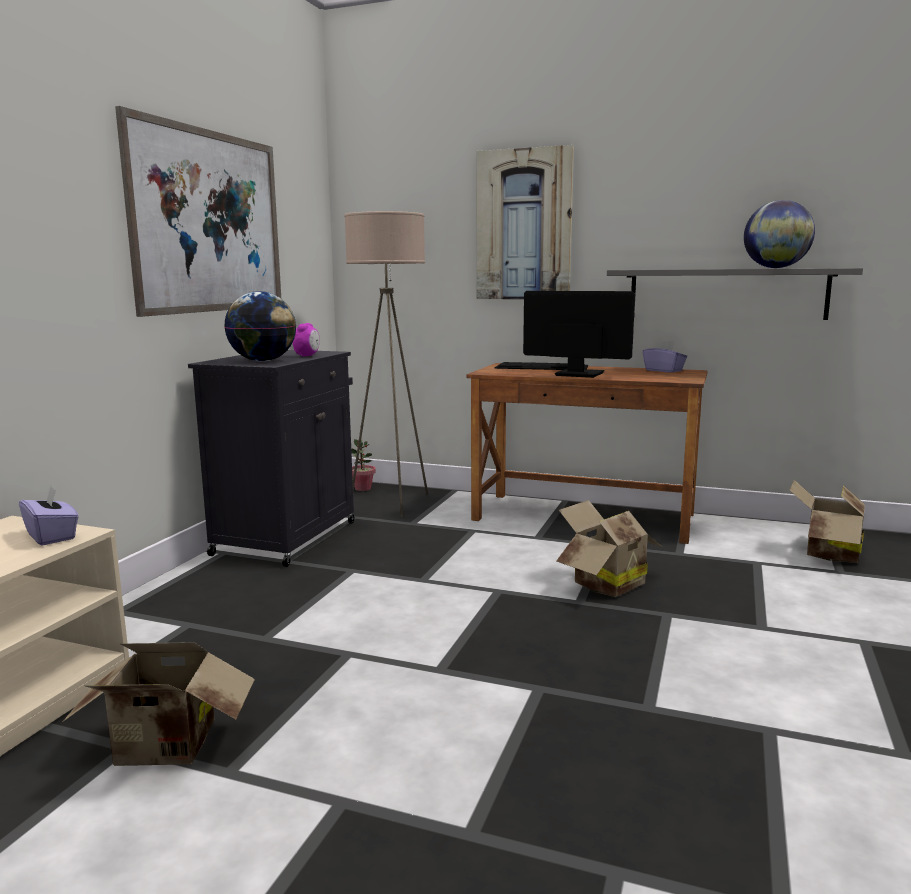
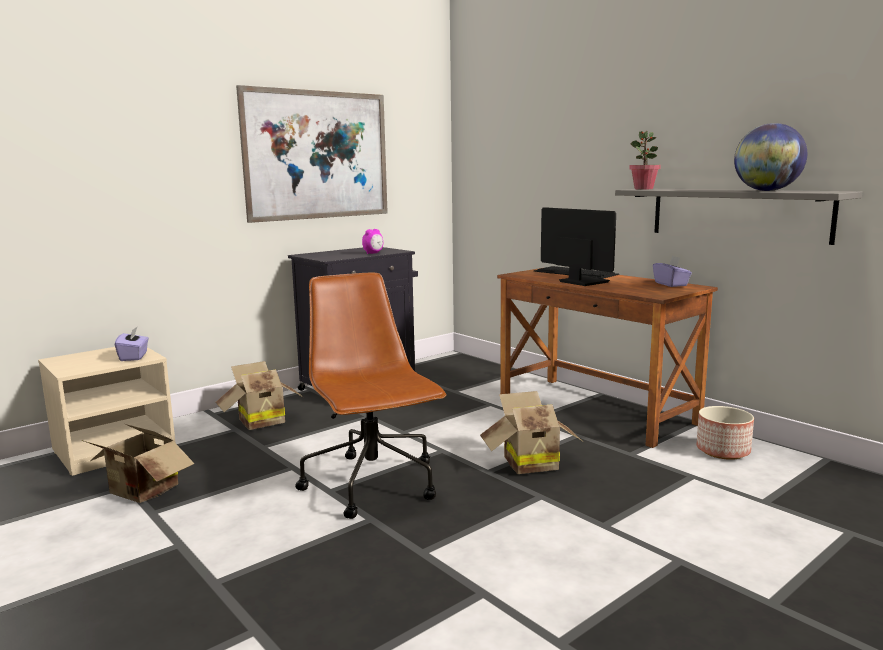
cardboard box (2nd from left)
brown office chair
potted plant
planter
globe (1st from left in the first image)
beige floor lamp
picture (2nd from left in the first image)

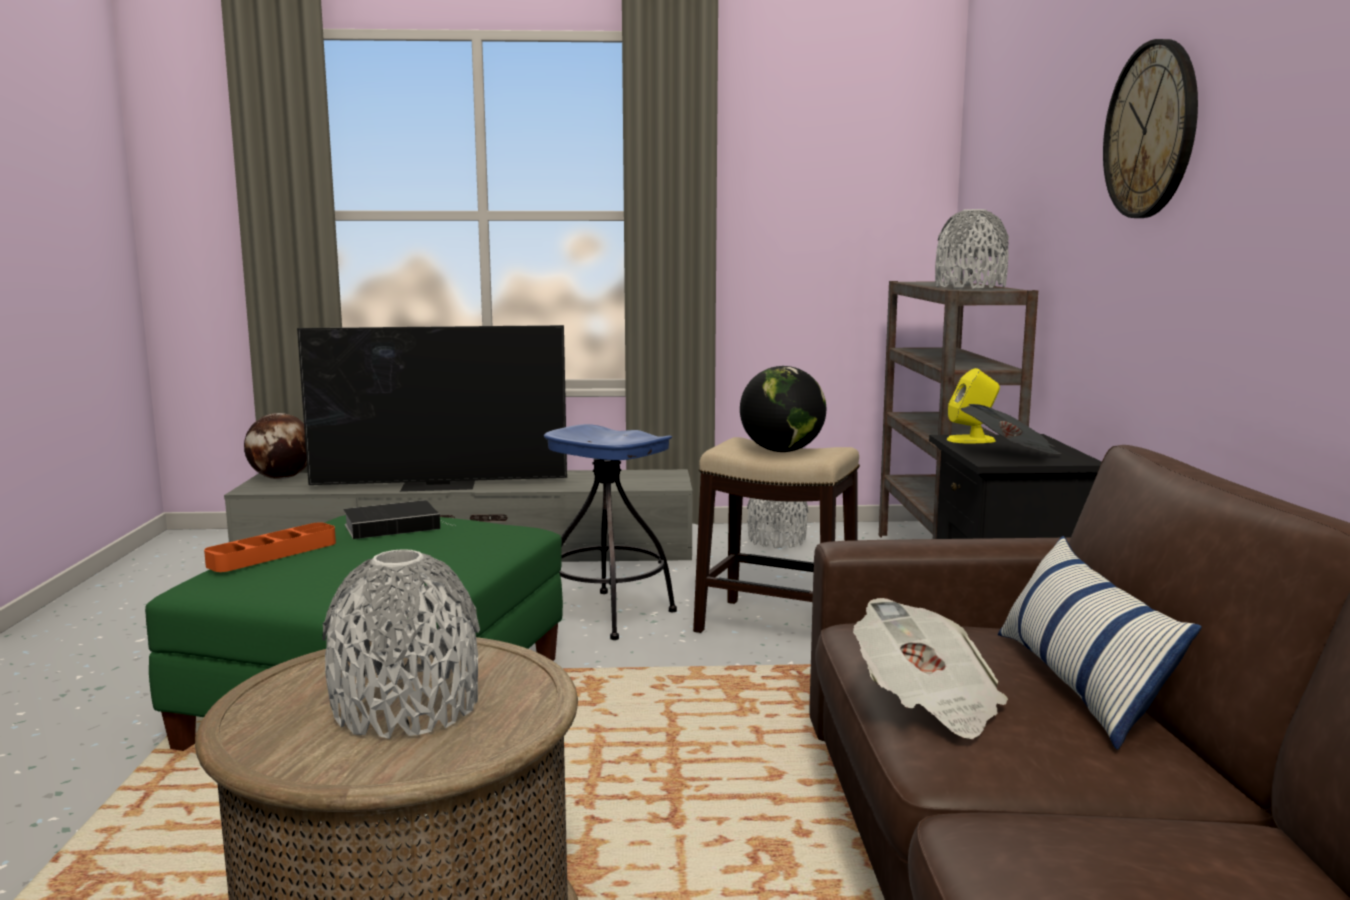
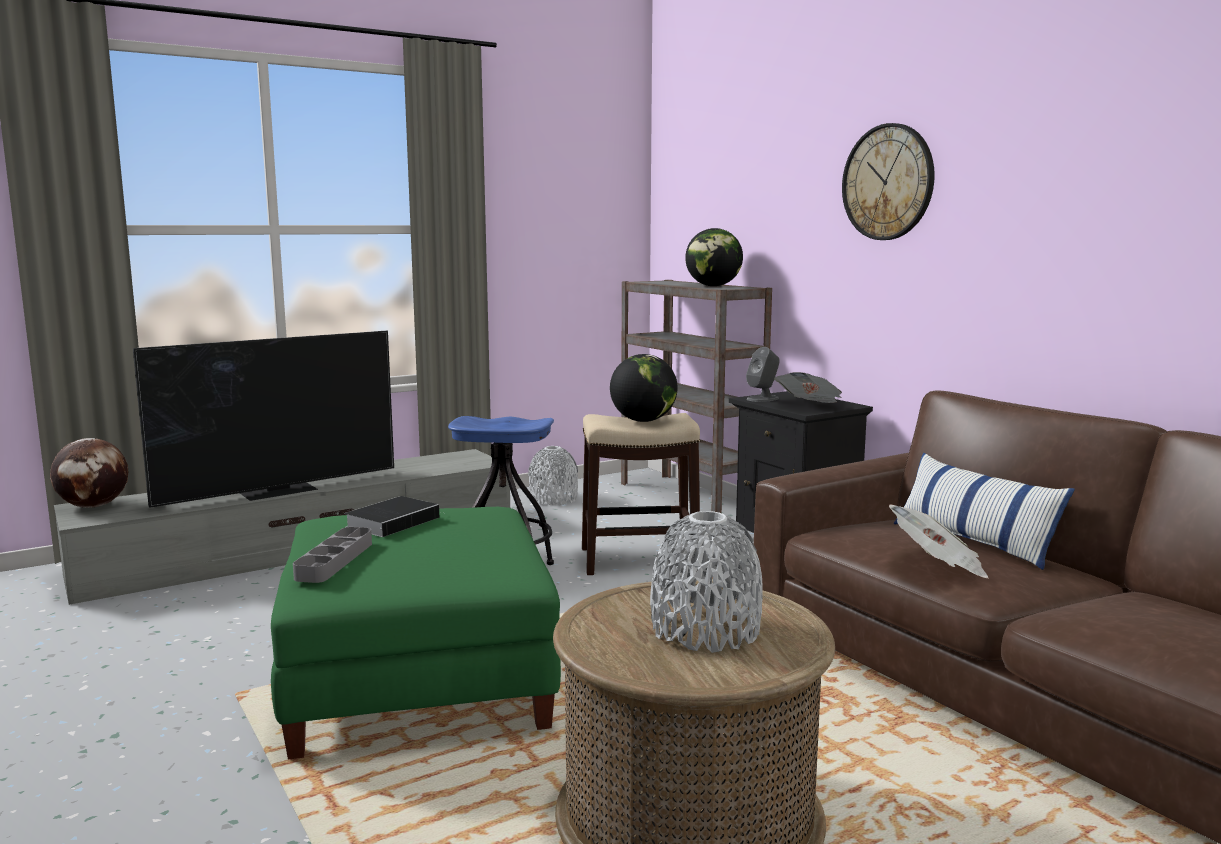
grey tray
globe (3rd from left)
grey speaker

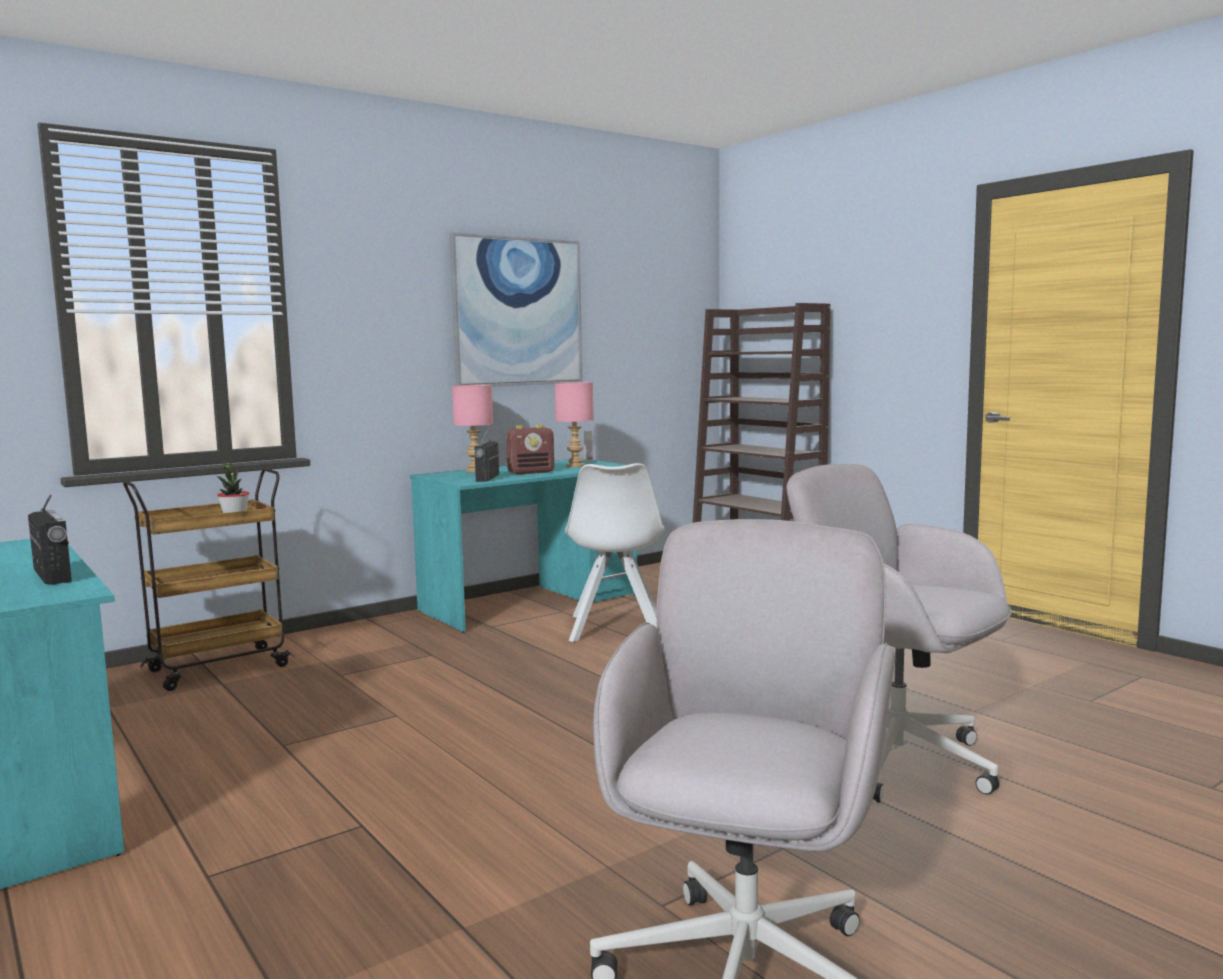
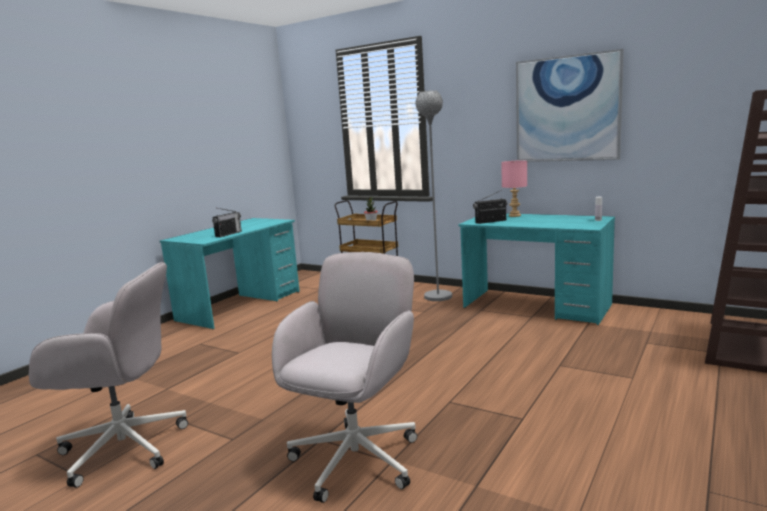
grey floor lamp
radio (3rd from left in the first image)
pink table lamp (2nd from left in the first image)
white chair

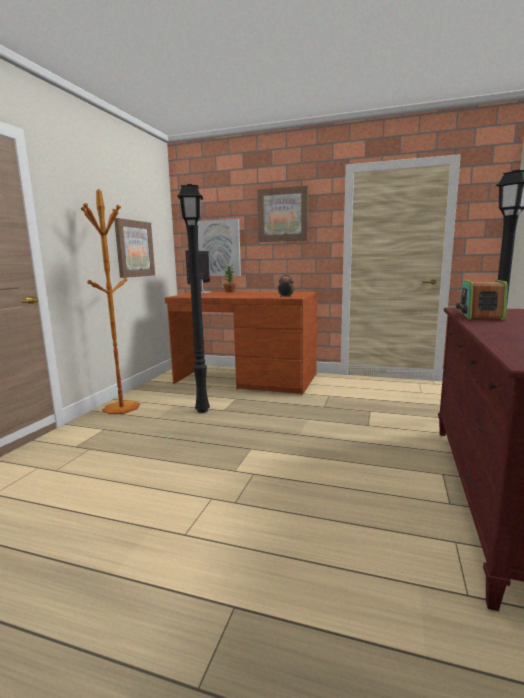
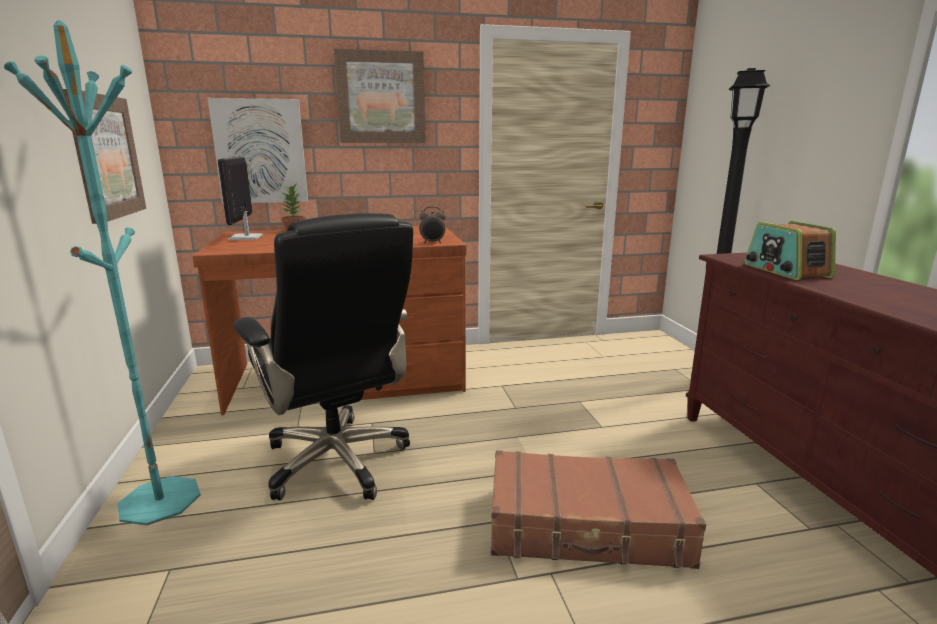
turquoise clothes rack
black office chair
brown suitcase

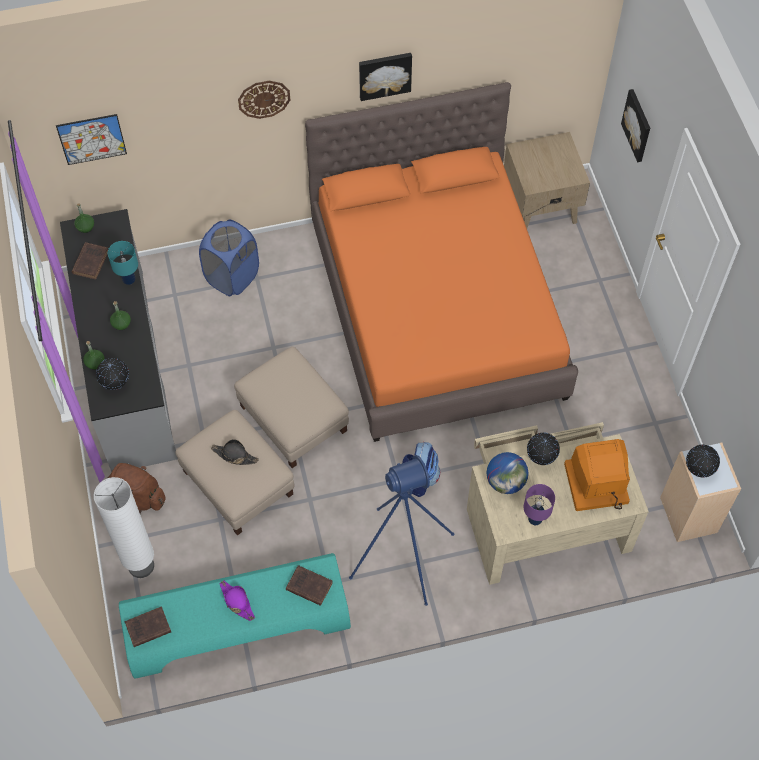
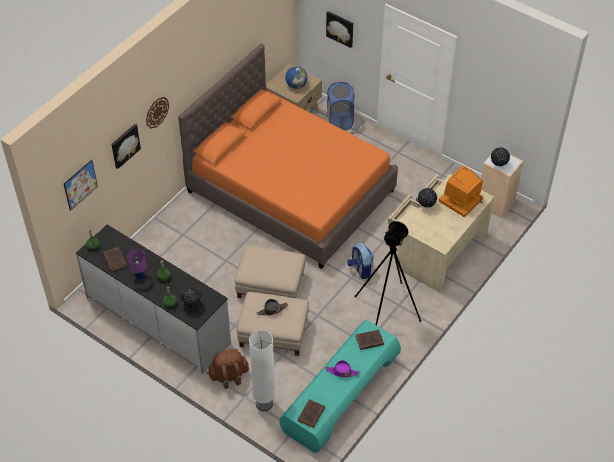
picture (2nd from left)
purple table lamp
globe (2nd from left)
blue laundry basket
black floor lamp
turquoise table lamp

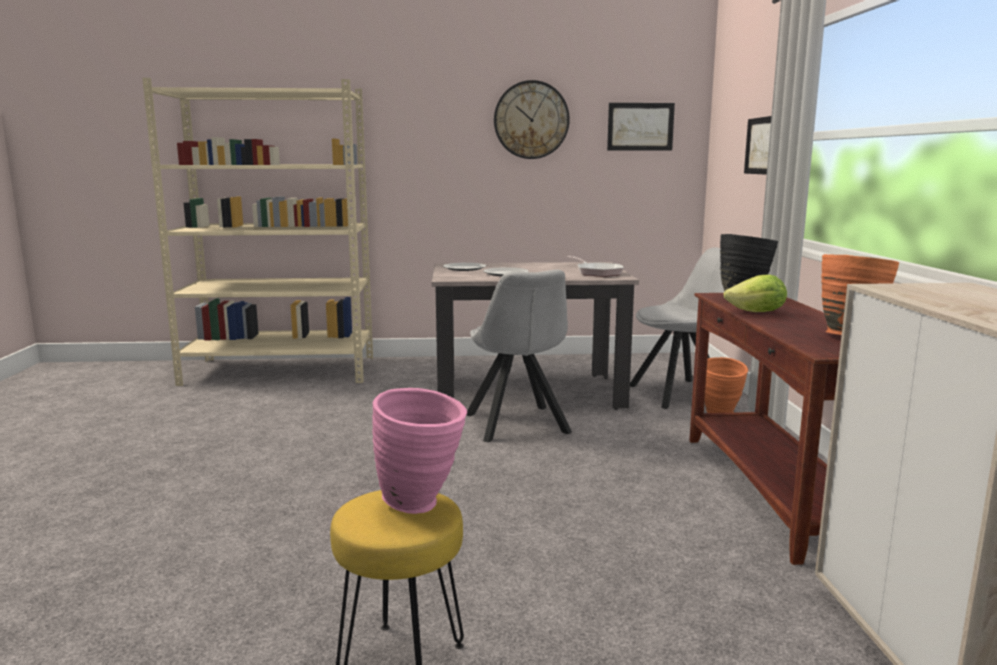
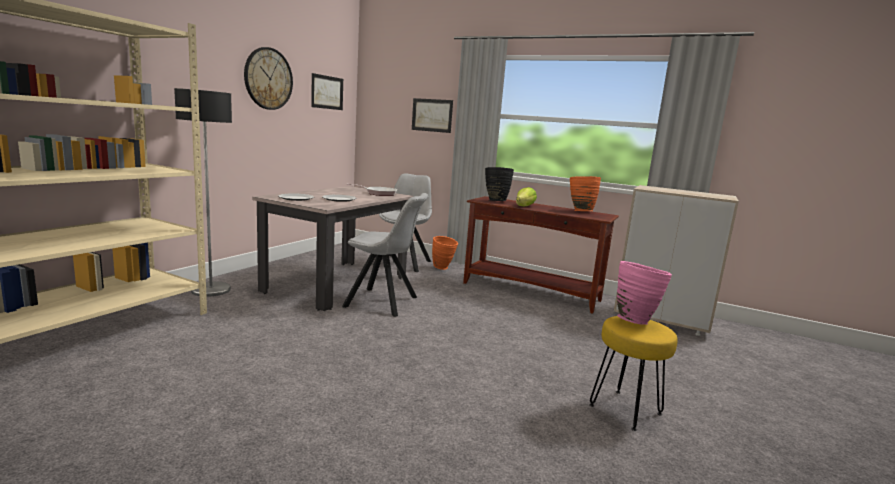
floor lamp

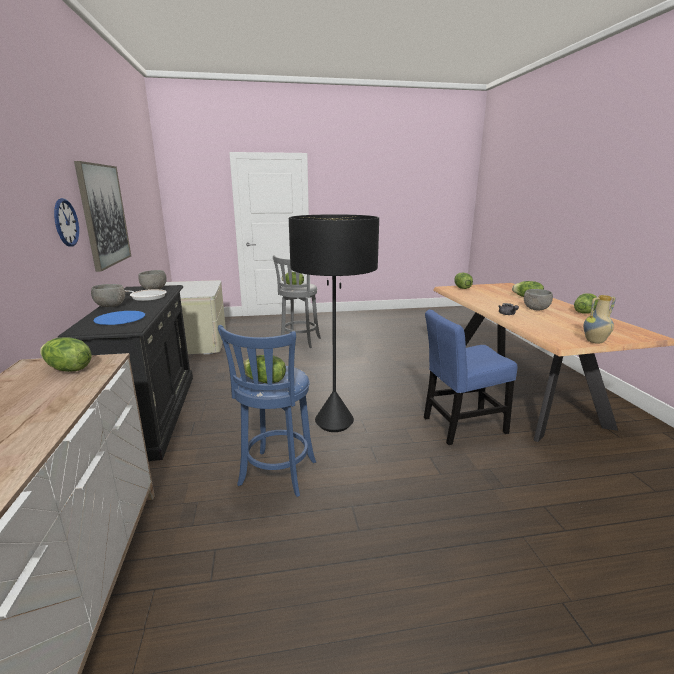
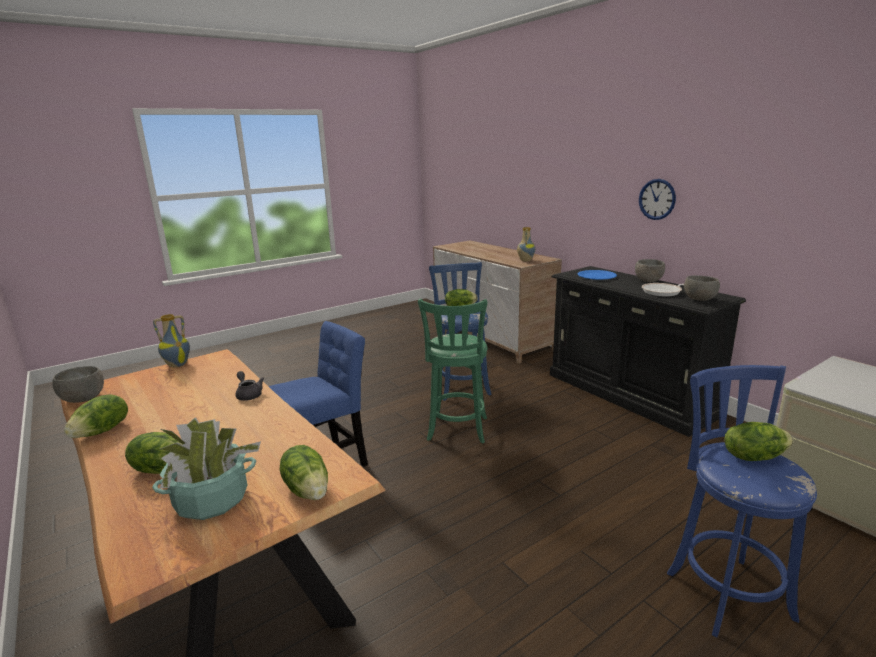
grey bowl (1st from left)
potted plant
green stool
vase (2nd from left)
blue stool (2nd from left)
picture

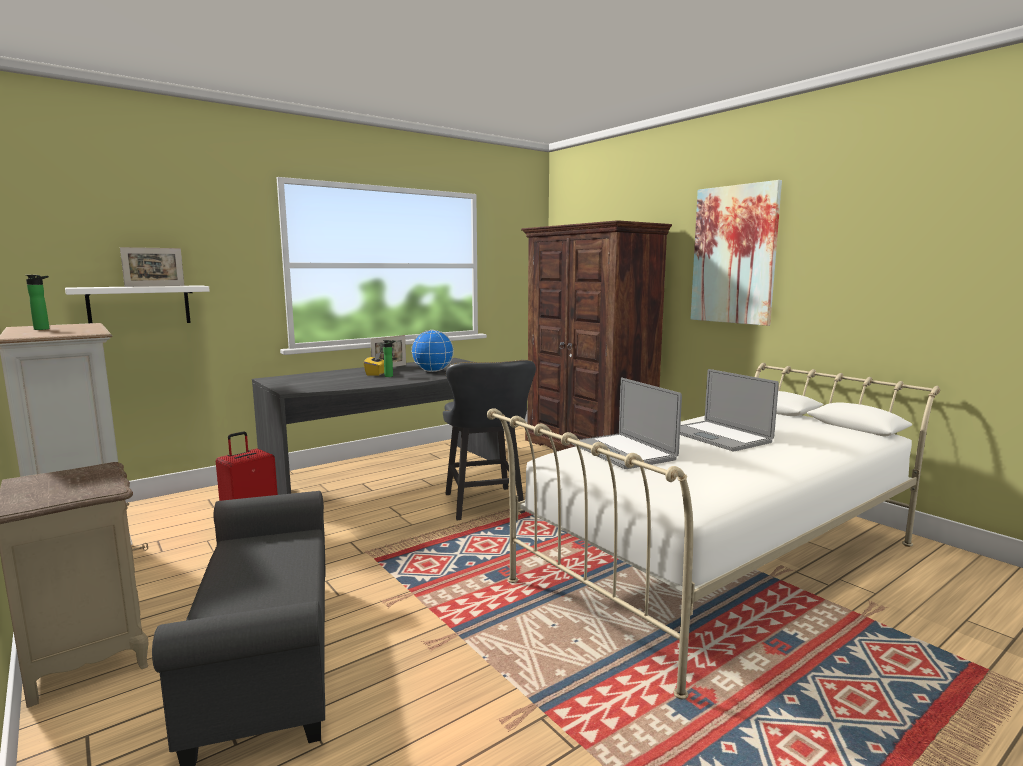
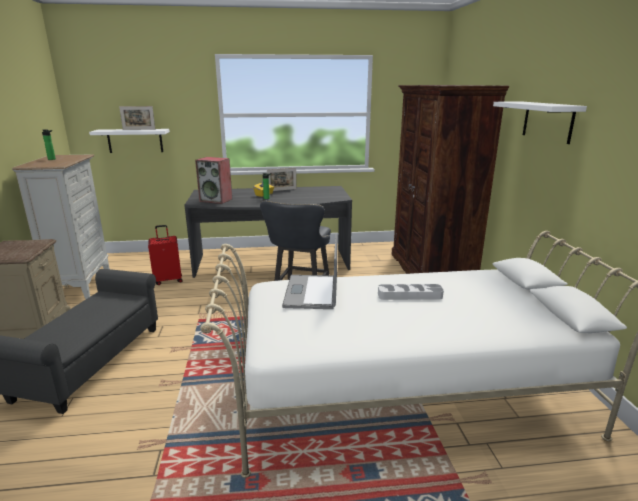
speaker
grey tray
white shelf (2nd from left)
globe

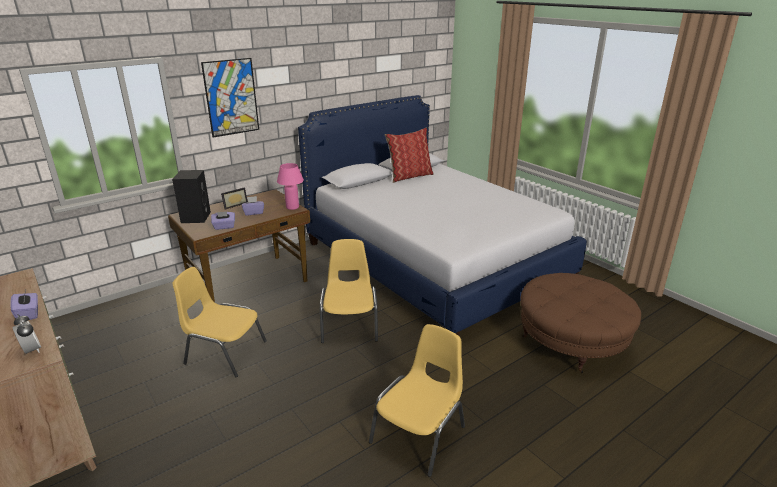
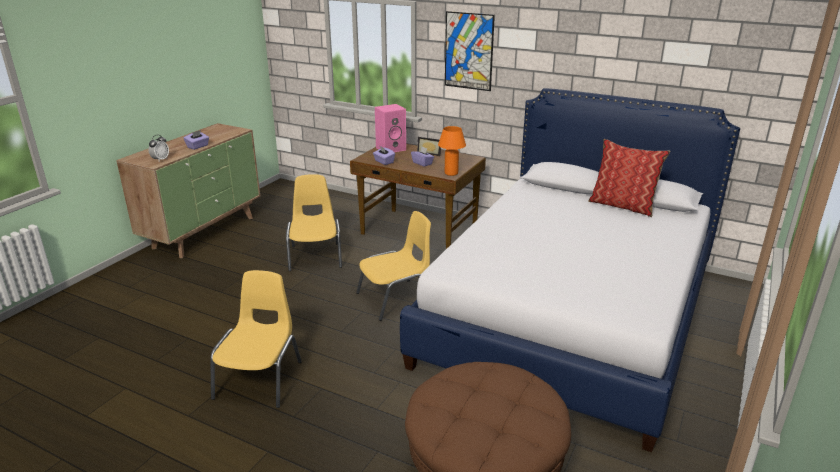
yellow chair (1st from left)
pink speaker
orange table lamp

